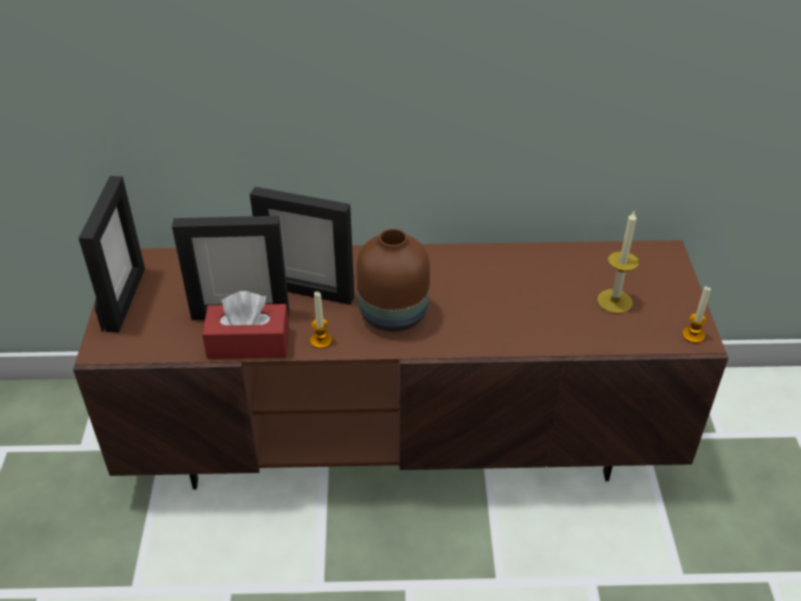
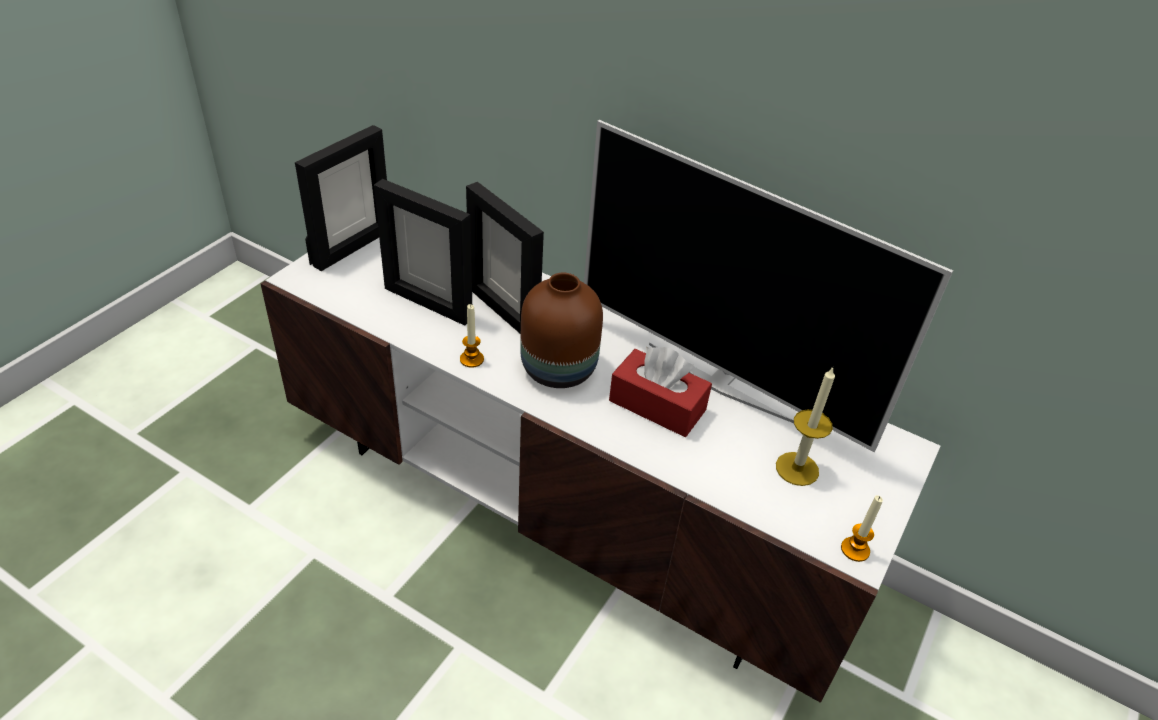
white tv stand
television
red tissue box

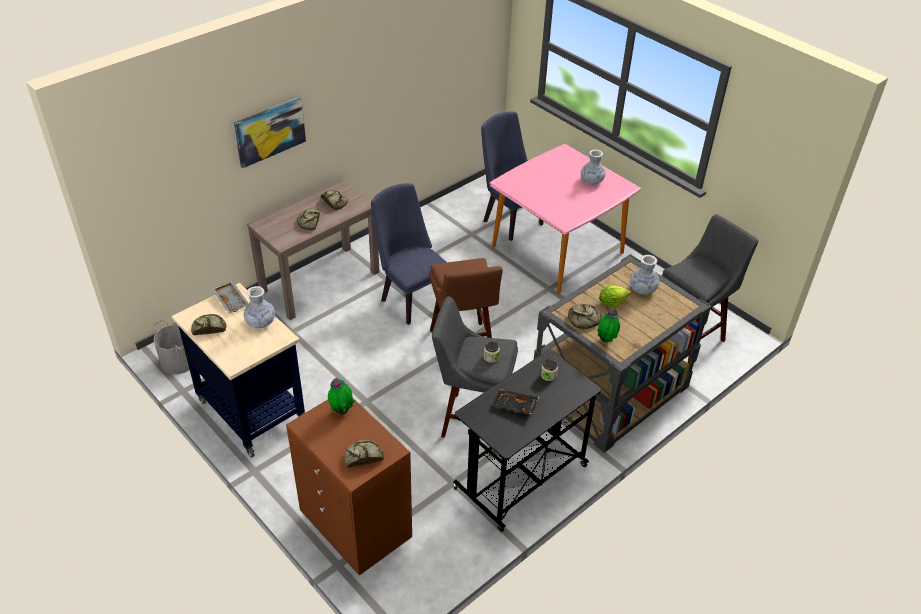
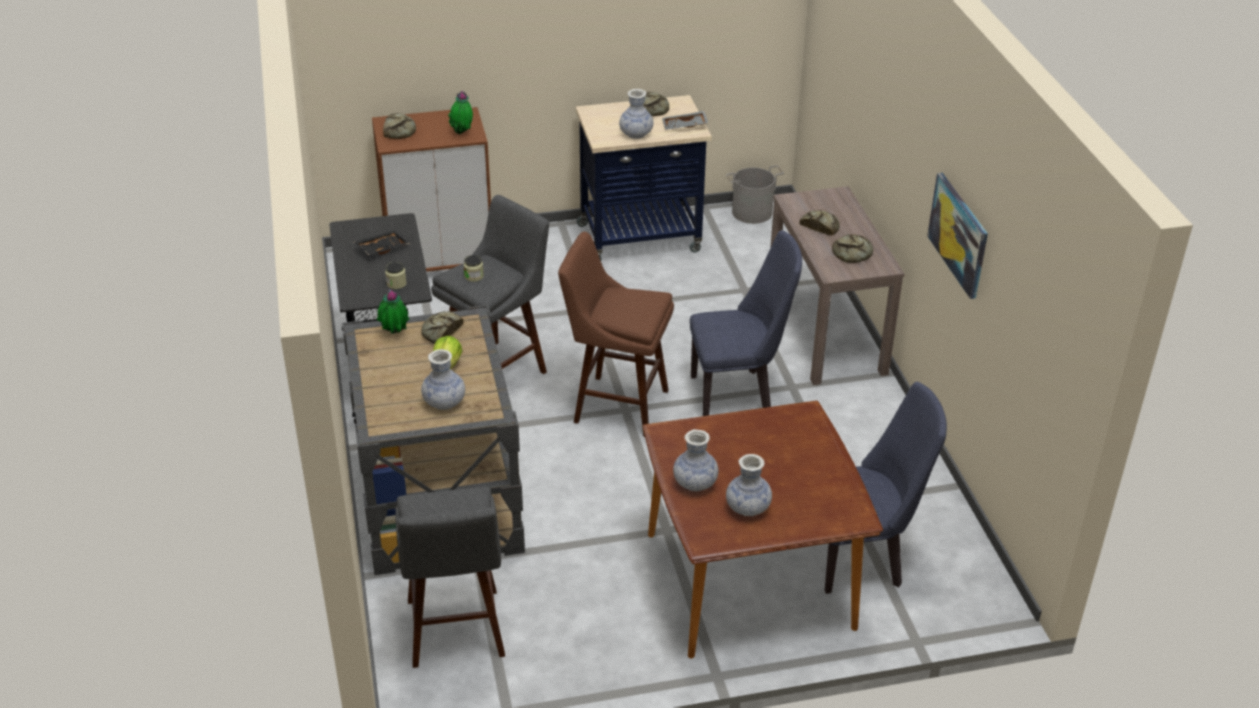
brown dining table
vase (3rd from left)
picture

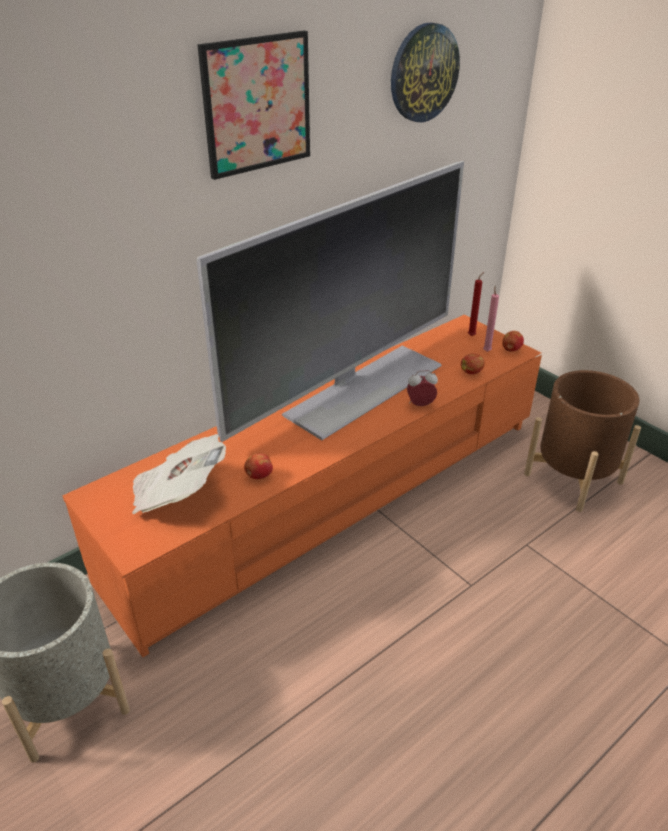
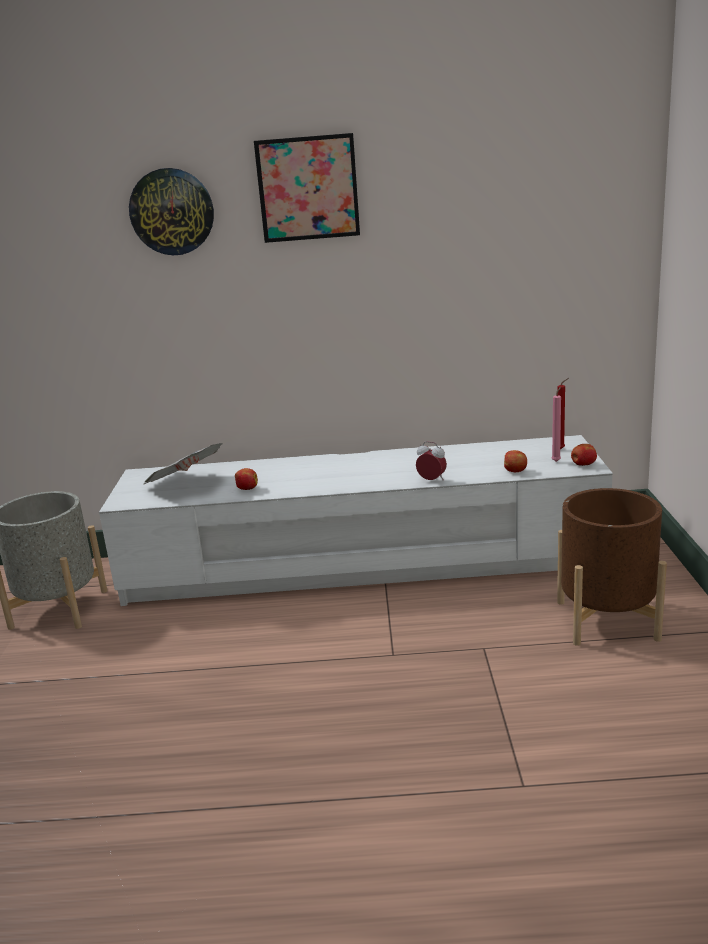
white tv stand
wall clock
television

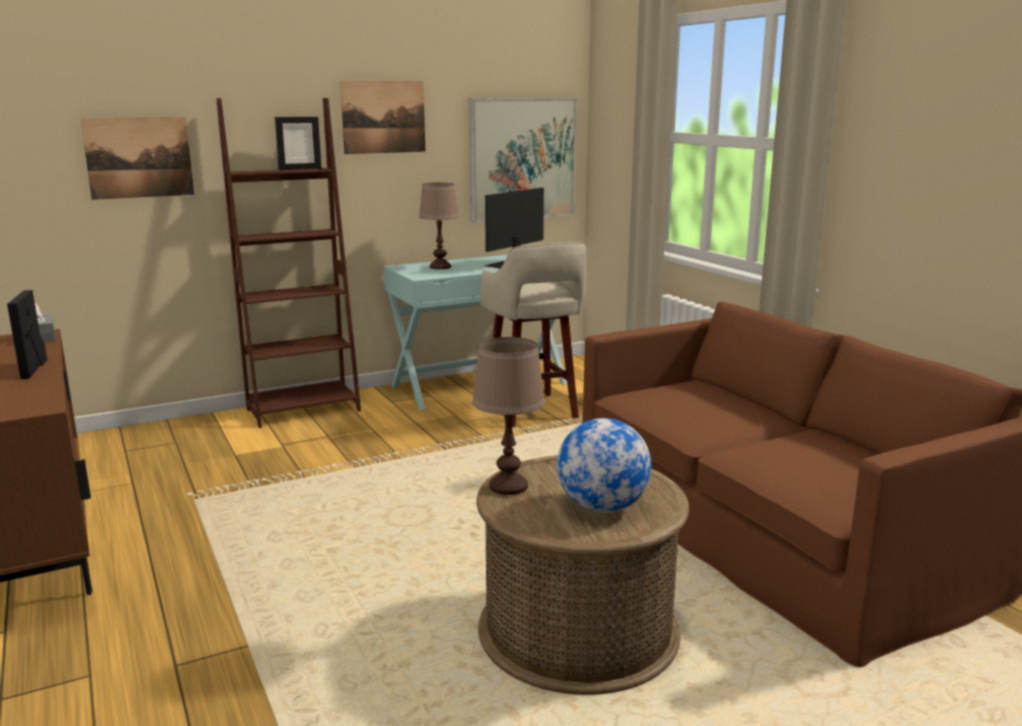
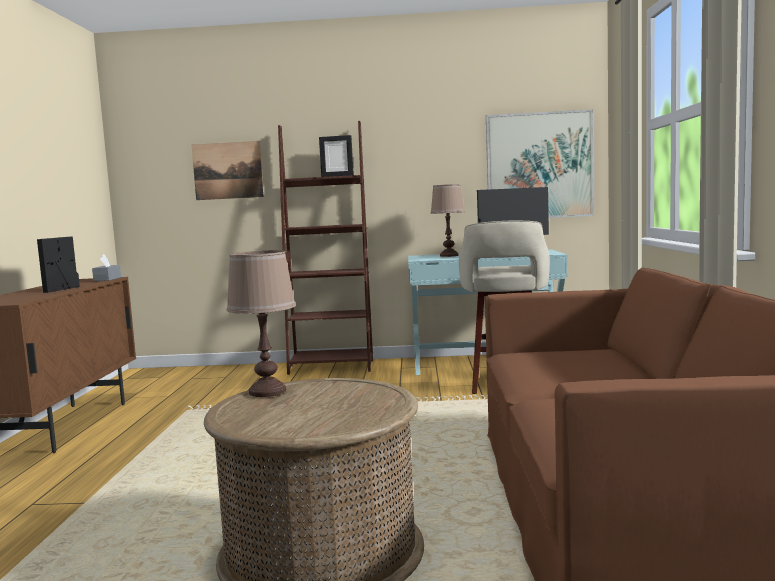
picture (2nd from left in the first image)
globe

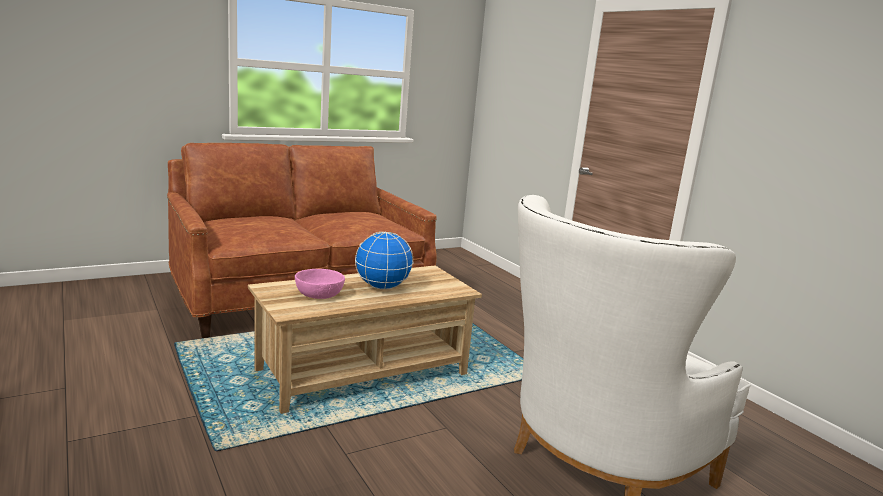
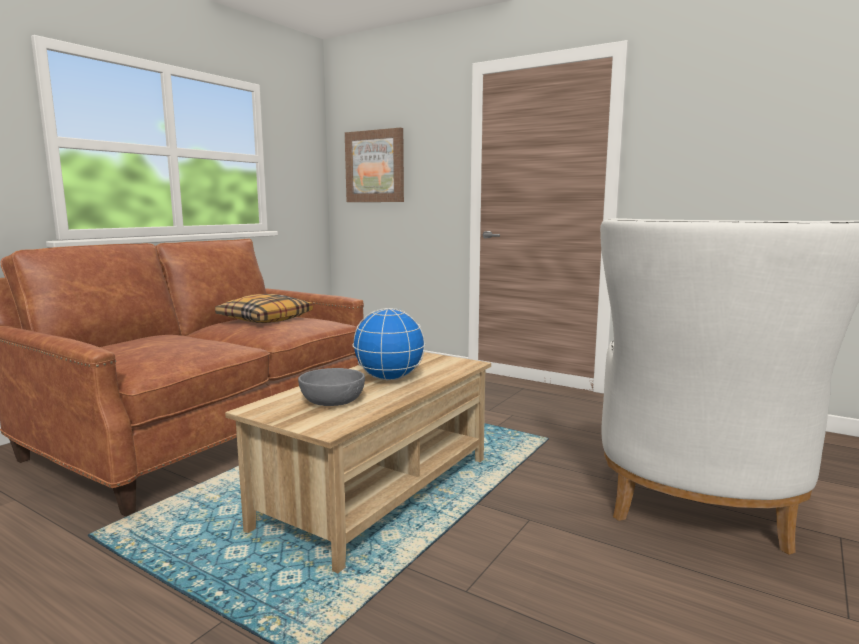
pillow
grey bowl
picture

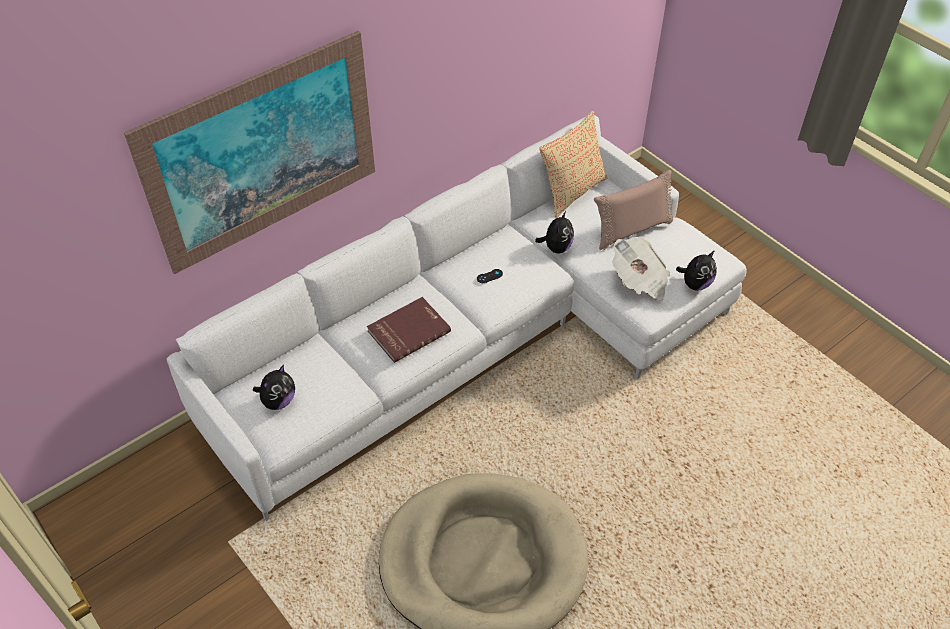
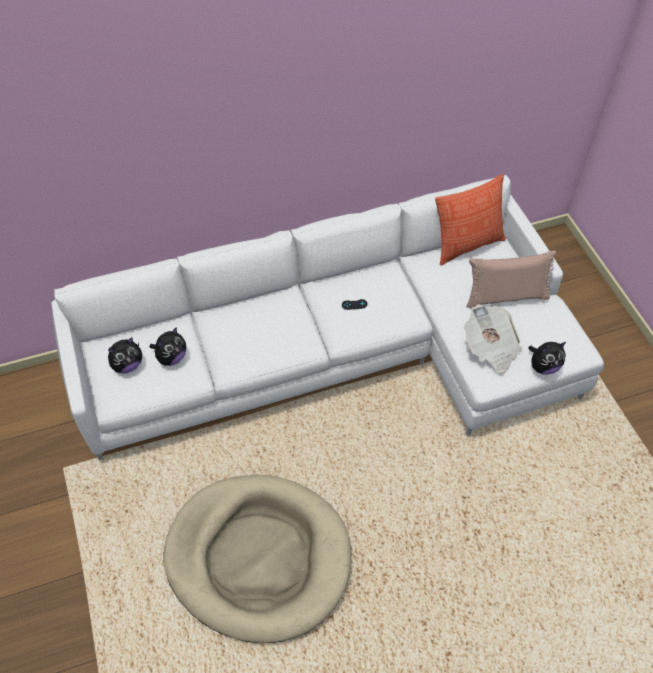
plush toy (2nd from left)
orange pillow
picture
red book

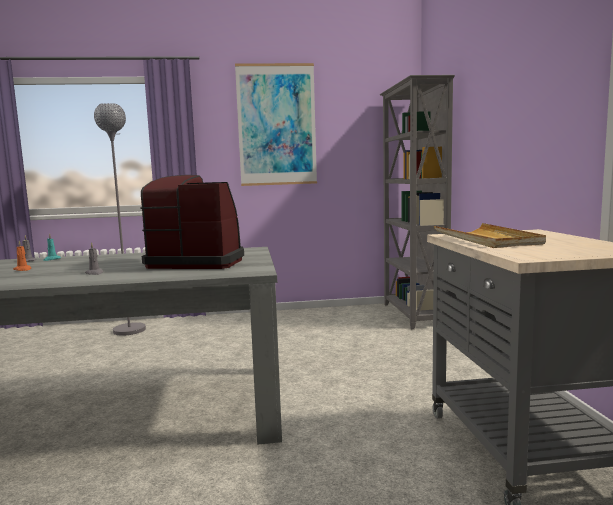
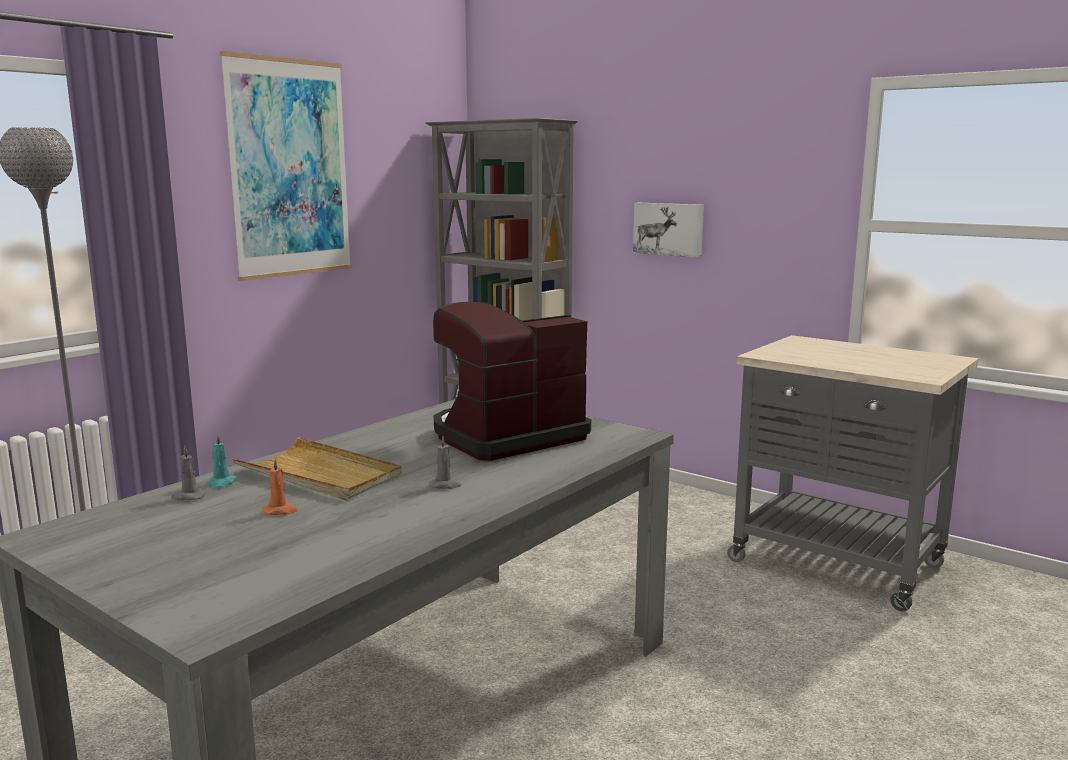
beige tray
picture (2nd from left)

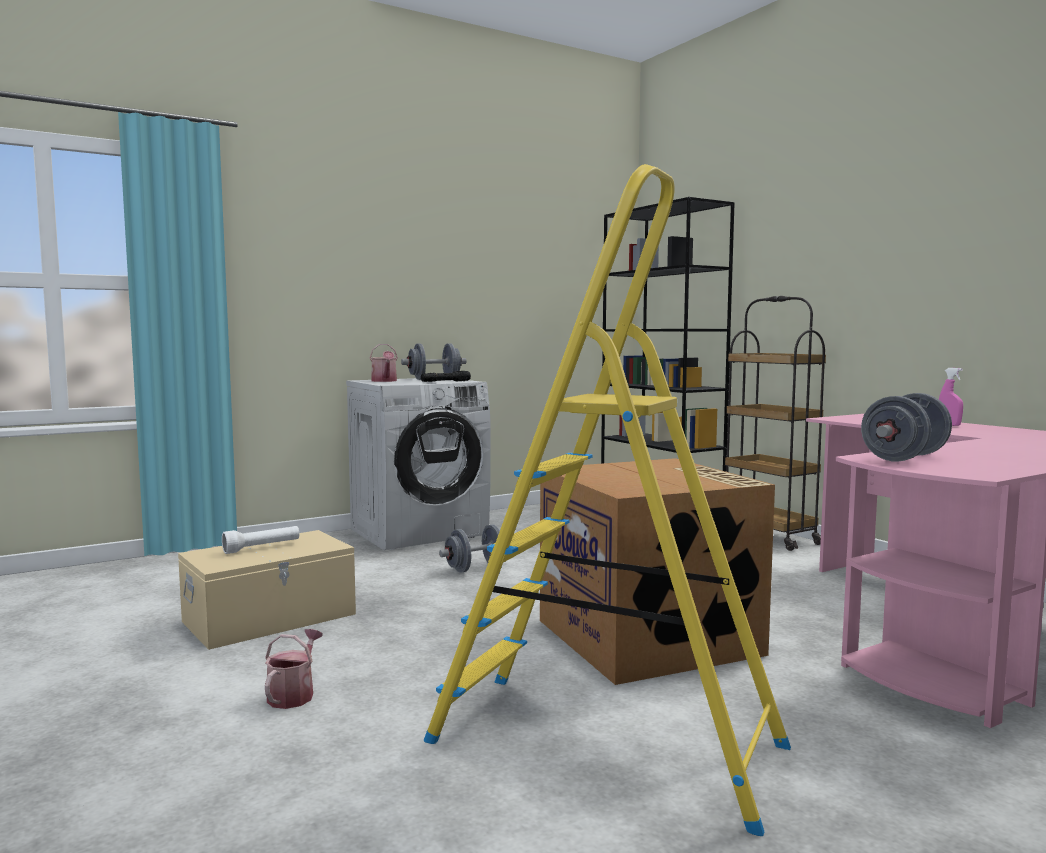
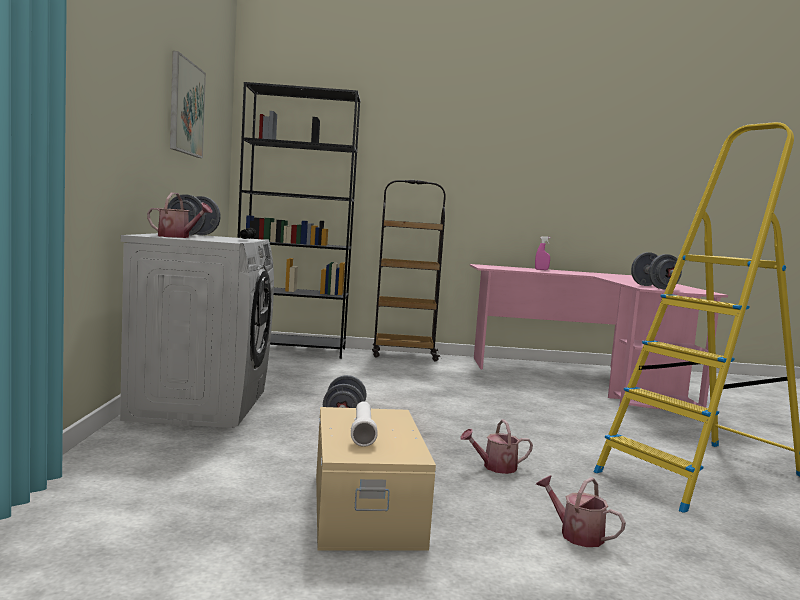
picture
watering can (2nd from left)
cardboard box

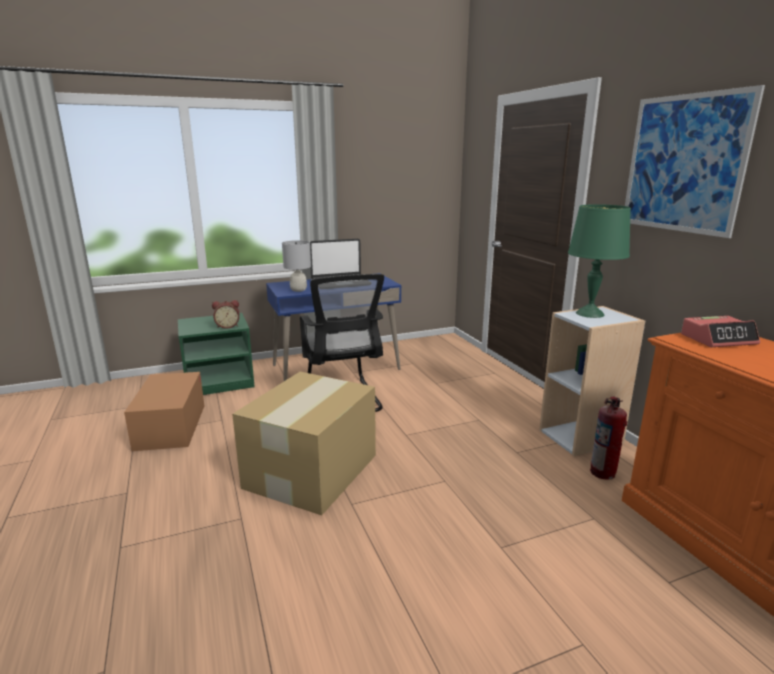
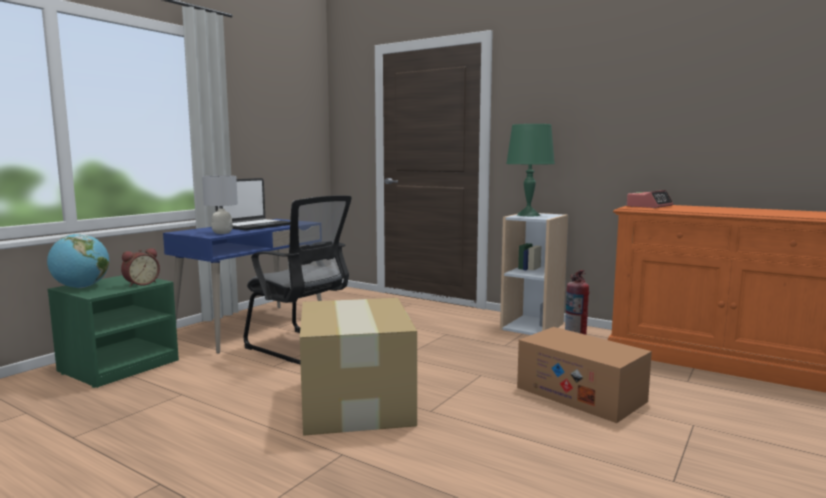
globe
cardboard box (2nd from left)
picture

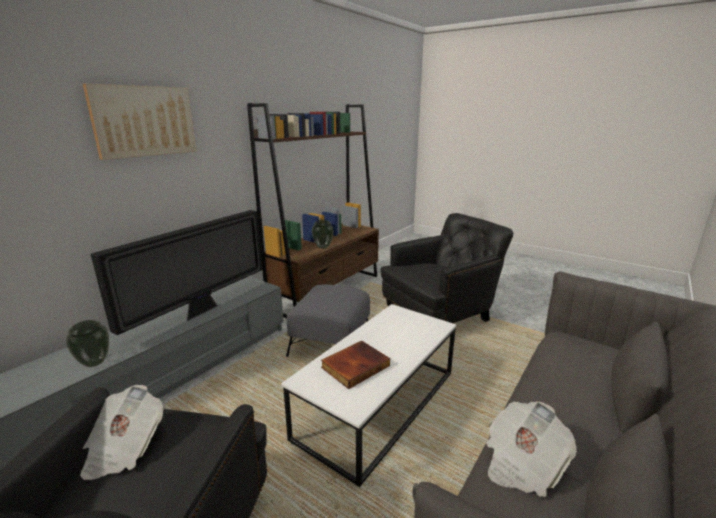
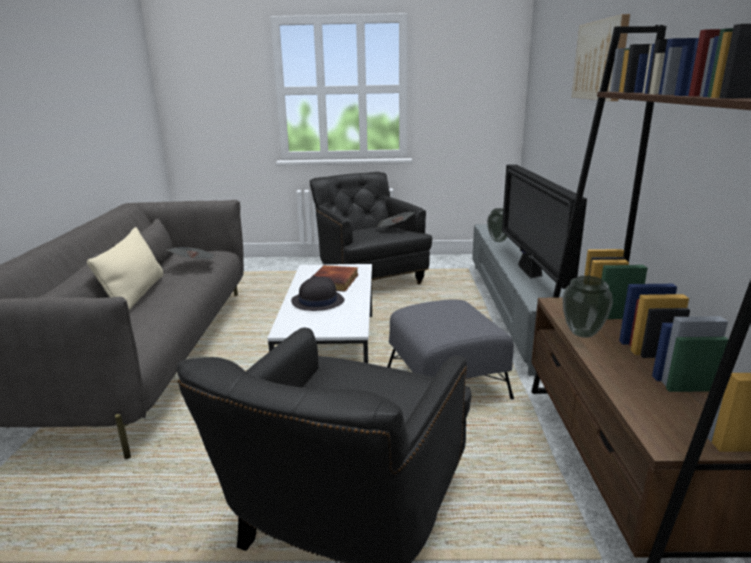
beige pillow
black hat

